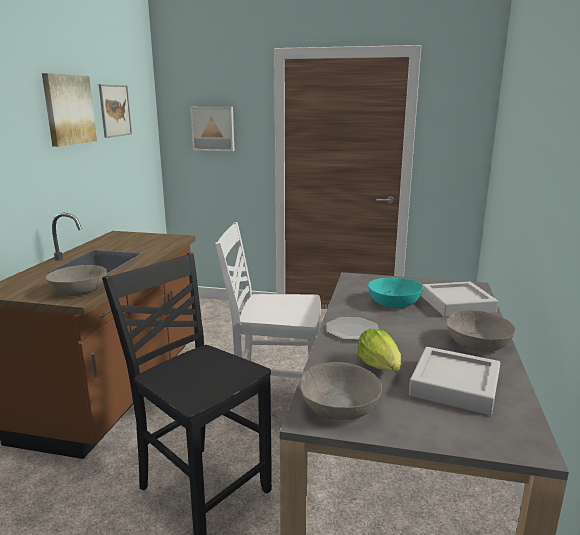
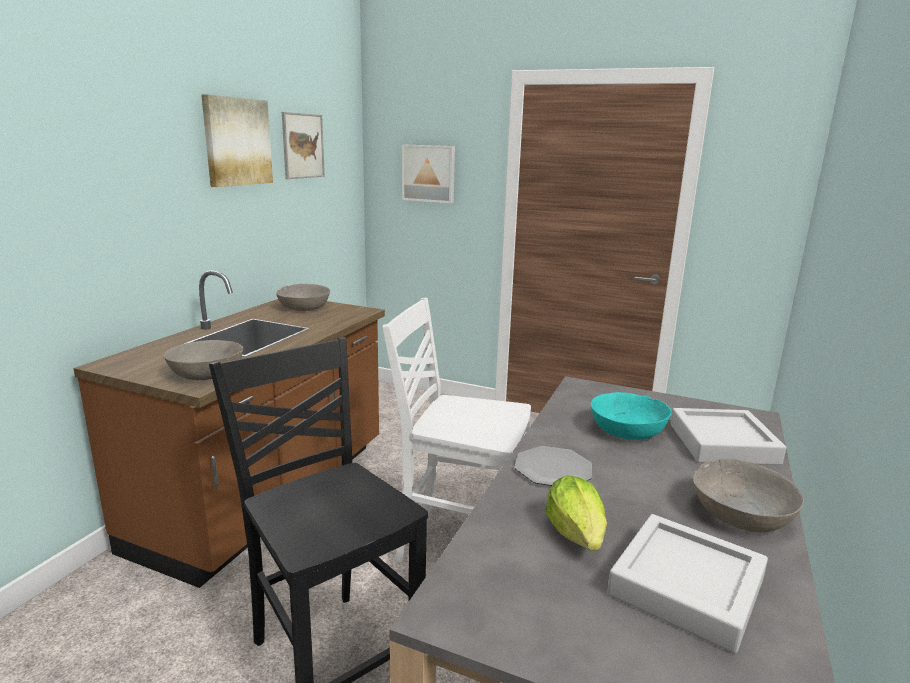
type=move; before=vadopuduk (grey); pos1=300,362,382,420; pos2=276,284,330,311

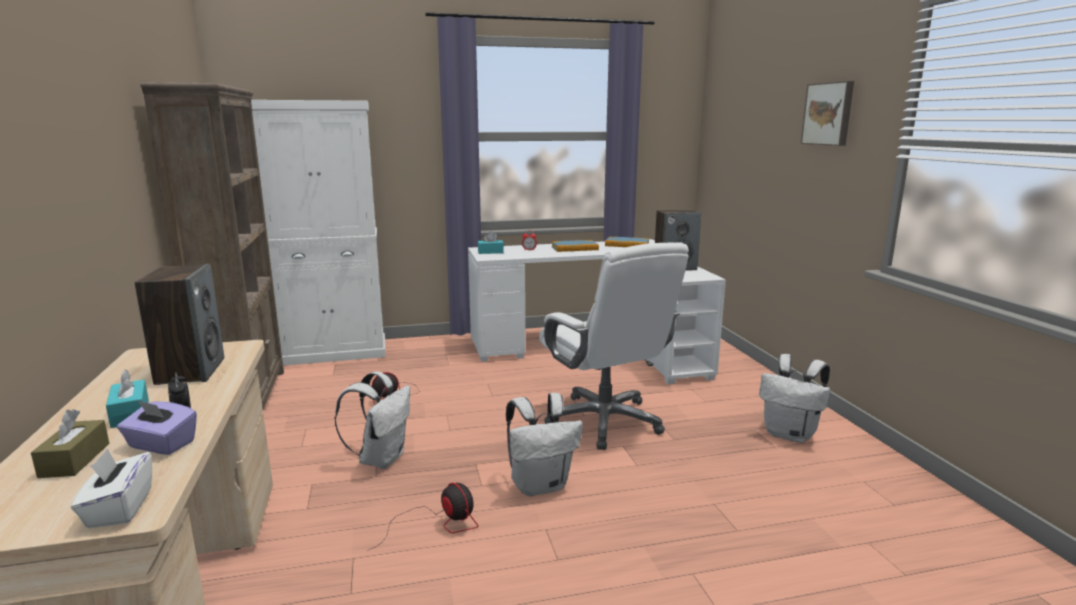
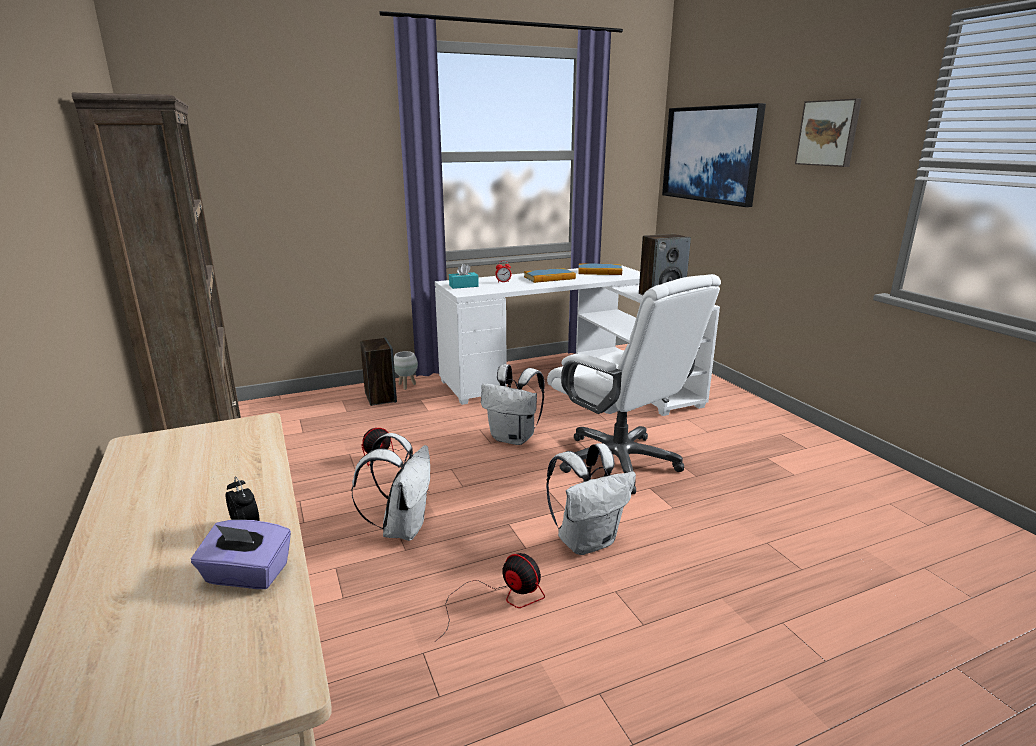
type=delete; before=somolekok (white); pos1=251,100,386,366
type=move; before=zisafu; pos1=135,264,224,385; pos2=360,337,397,406
type=move; before=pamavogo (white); pos1=759,354,830,443; pos2=481,364,545,445
type=delete; before=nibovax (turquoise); pos1=106,369,149,428
type=delete; before=nibovax (brown); pos1=31,409,109,478
type=delete; before=nibovax (white); pos1=71,449,152,528
type=insert; after=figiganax; pos2=662,103,766,207
type=insert; after=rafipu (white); pos2=394,351,418,390

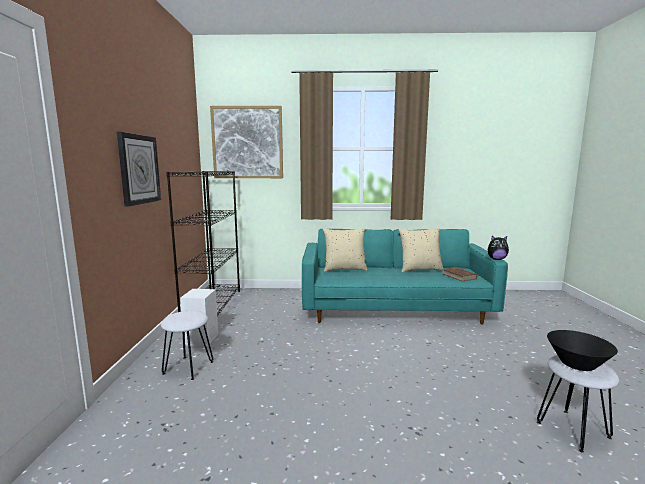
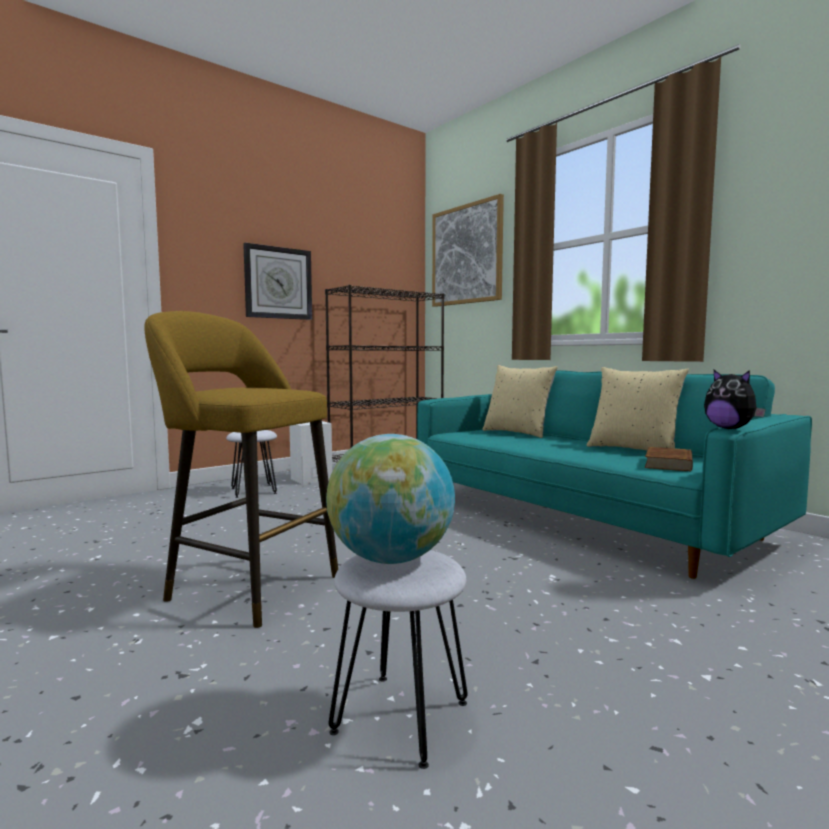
type=replace; before=vadopuduk (black); after=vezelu; pos1=547,330,618,371; pos2=326,434,455,564
type=insert; after=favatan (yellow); pos2=144,311,338,628

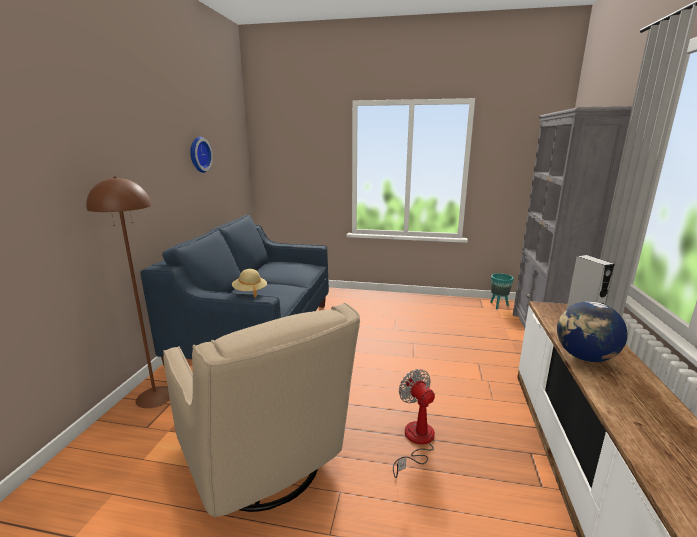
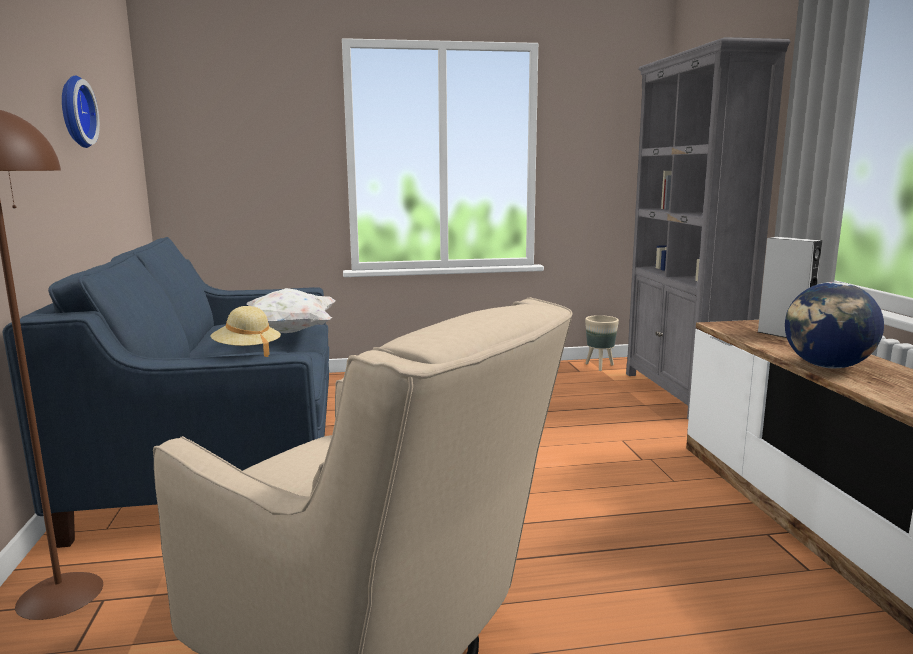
type=recolor; before=rafipu (turquoise); after=rafipu (beige); pos1=490,273,514,309; pos2=585,315,619,371
type=delete; before=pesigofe; pos1=393,369,435,478
type=insert; after=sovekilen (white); pos2=247,288,336,333

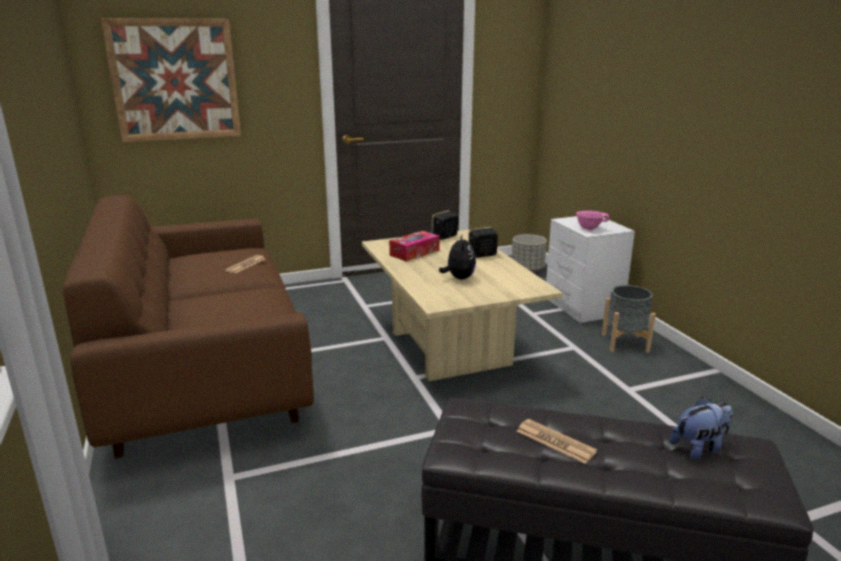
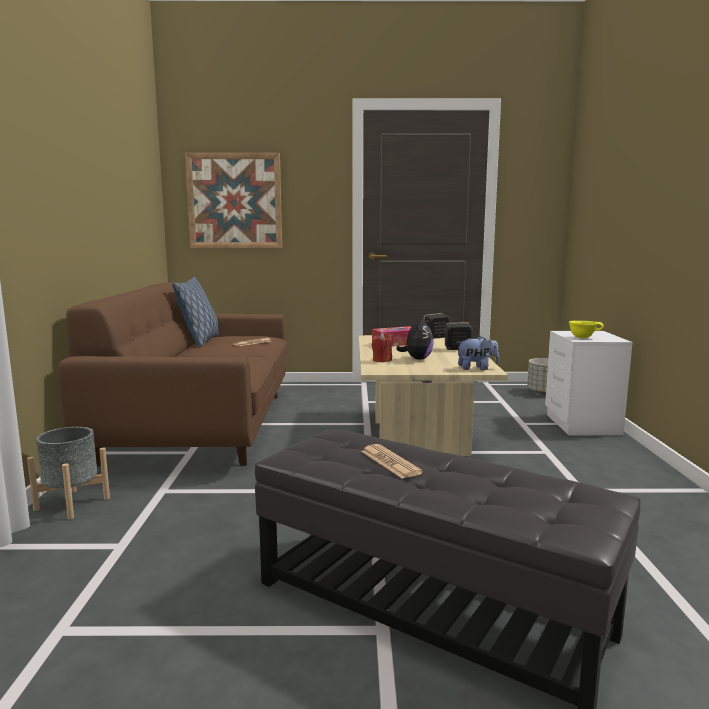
type=recolor; before=vadopuduk (pink); after=vadopuduk (yellow); pos1=576,211,609,230; pos2=569,321,604,338
type=move; before=rafipu (grey); pos1=602,285,656,353; pos2=27,427,110,519
type=move; before=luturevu; pos1=669,397,733,460; pos2=456,336,499,370
type=insert; after=sovekilen; pos2=172,277,219,347
type=insert; after=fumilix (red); pos2=372,333,392,362

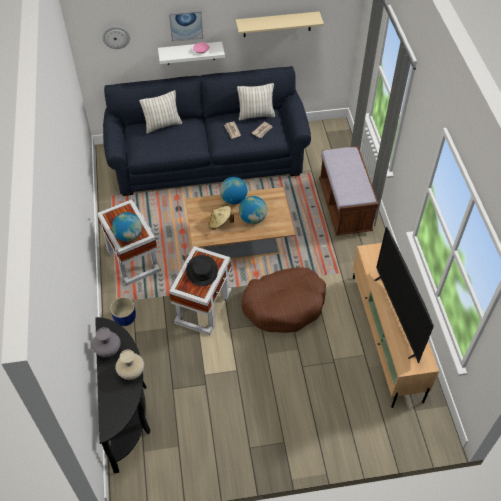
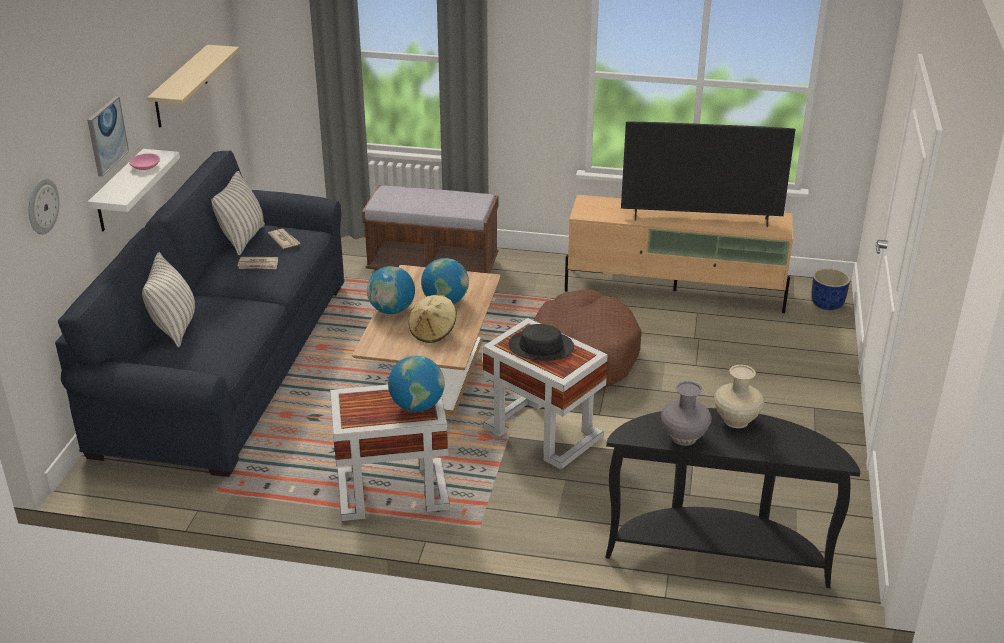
type=move; before=rafipu (blue); pos1=110,297,136,326; pos2=811,268,850,310

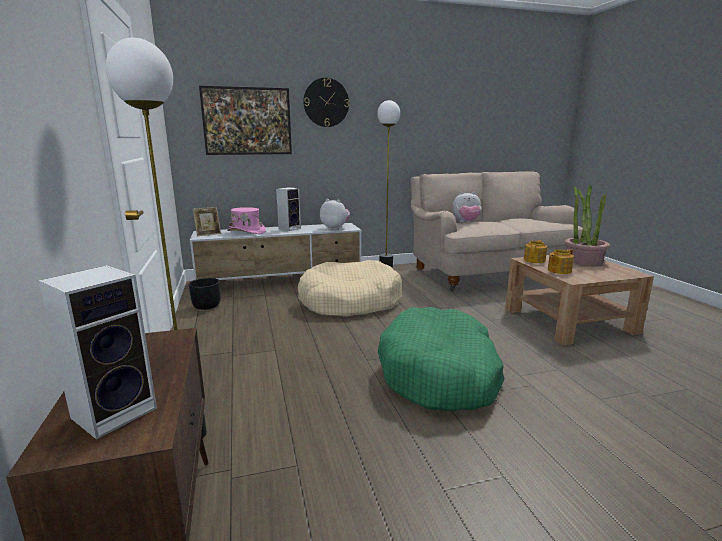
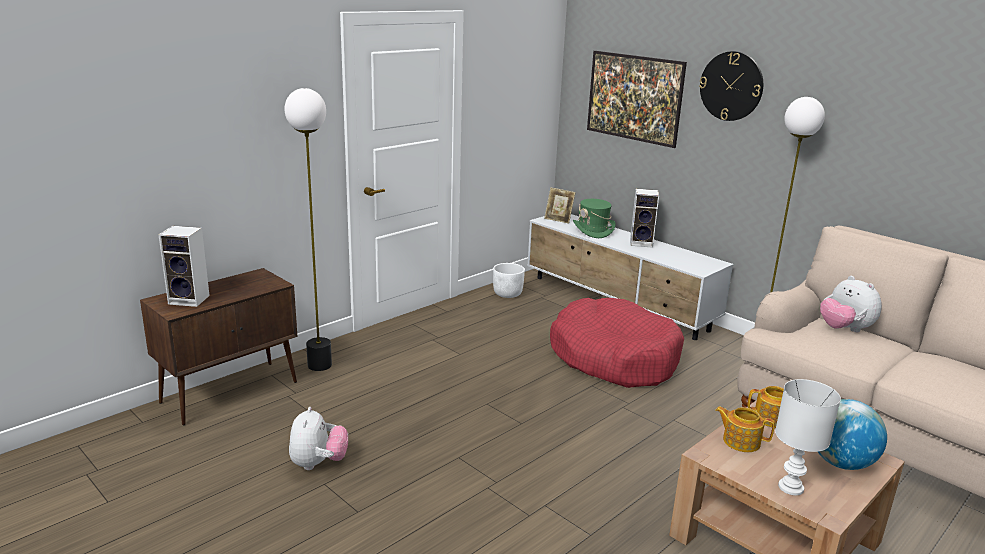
type=replace; before=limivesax; after=vezelu; pos1=565,184,610,266; pos2=818,399,887,470
type=move; before=luturevu; pos1=320,199,350,230; pos2=289,407,348,470
type=recolor; before=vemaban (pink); after=vemaban (green); pos1=227,207,266,234; pos2=573,199,616,238
type=recolor; before=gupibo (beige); after=gupibo (red); pos1=298,260,402,317; pos2=550,298,684,388
type=recolor; before=rafipu (black); after=rafipu (white); pos1=189,278,220,310; pos2=493,263,525,298
type=delete; before=gupibo (green); pos1=378,307,504,411
type=insert; after=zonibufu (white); pos2=775,379,841,495

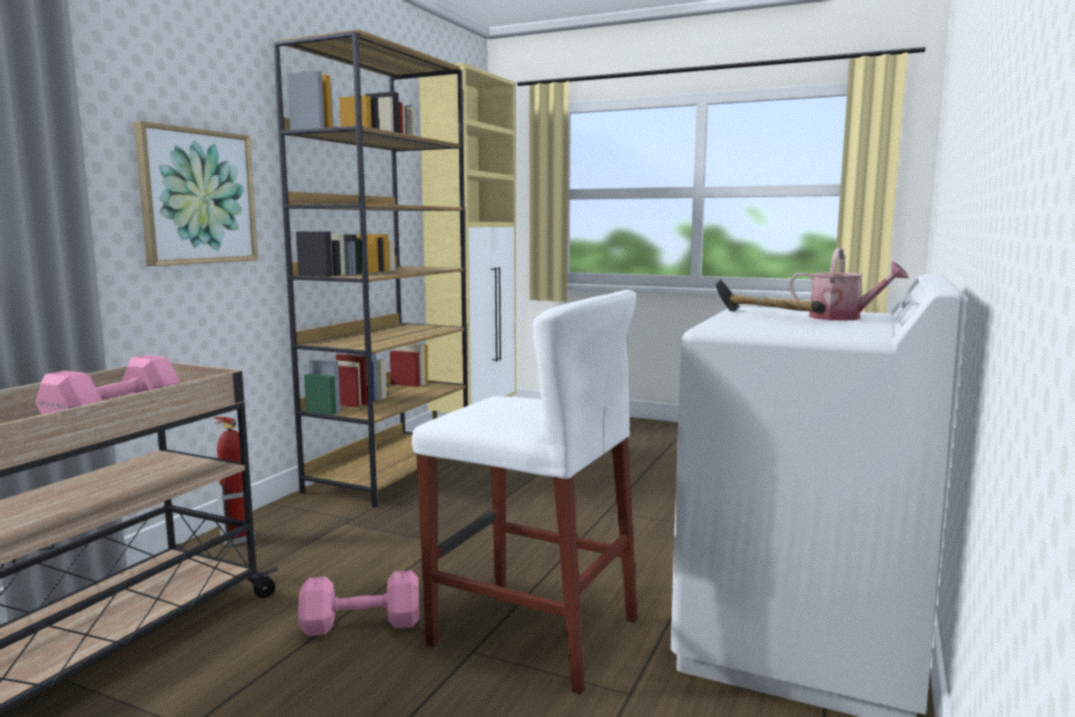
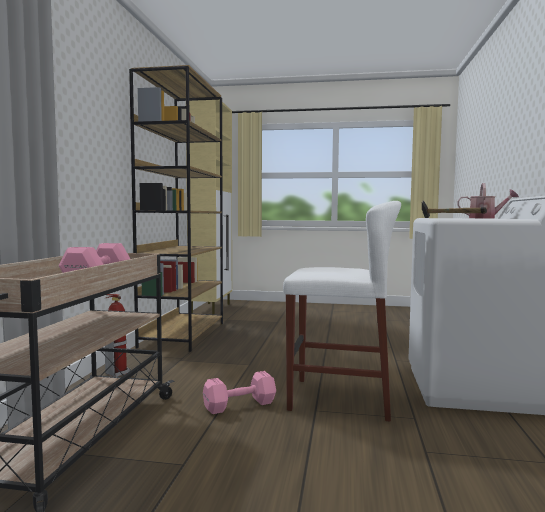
type=delete; before=figiganax; pos1=134,121,258,266

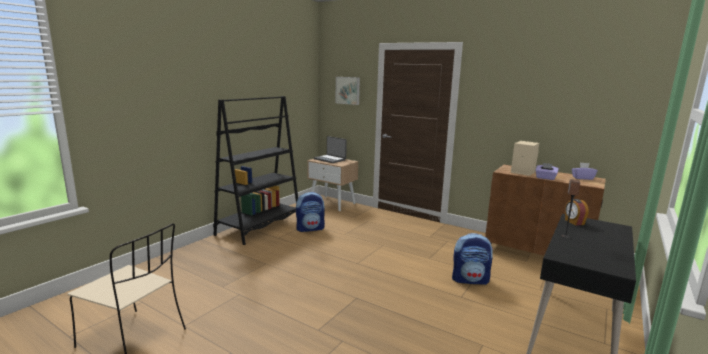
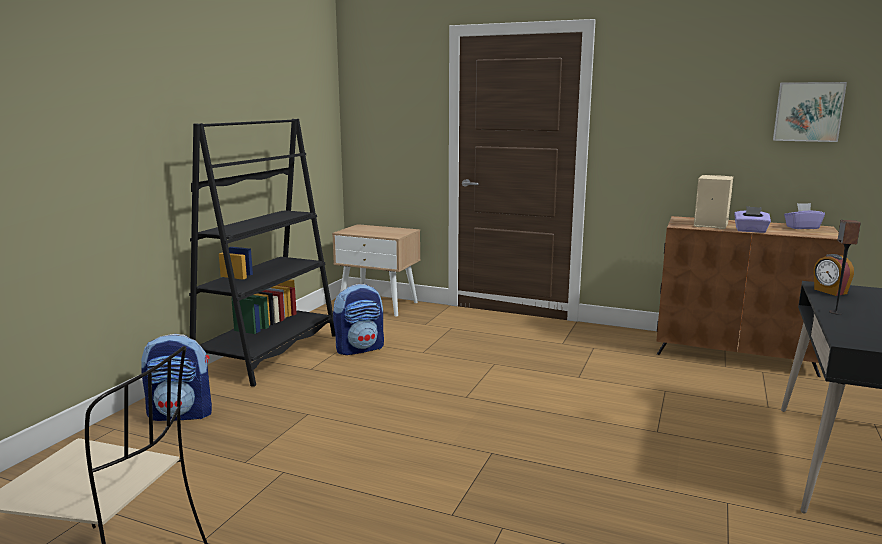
type=move; before=figiganax; pos1=335,77,360,105; pos2=773,82,847,142
type=delete; before=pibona; pos1=314,136,347,163
type=move; before=pamavogo; pos1=452,233,493,285; pos2=141,334,212,421

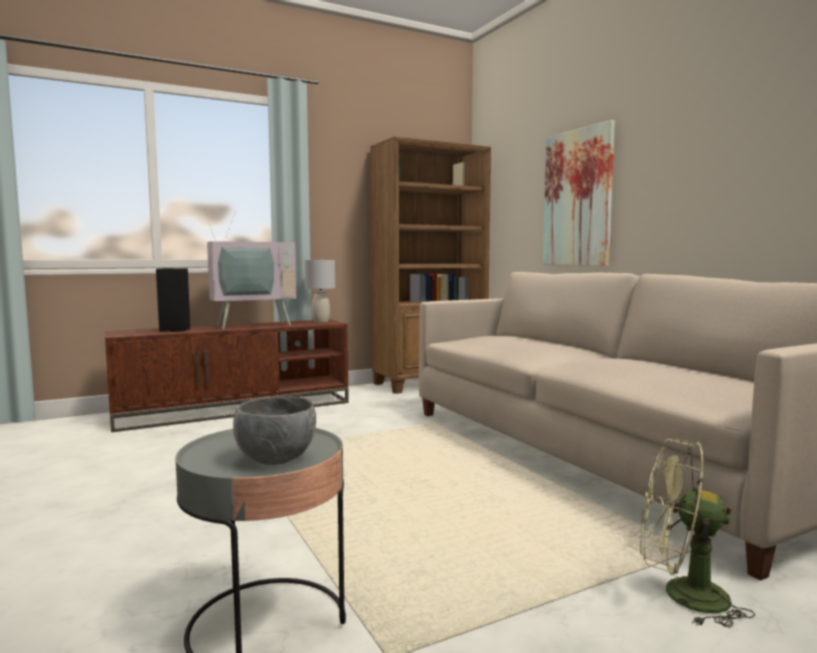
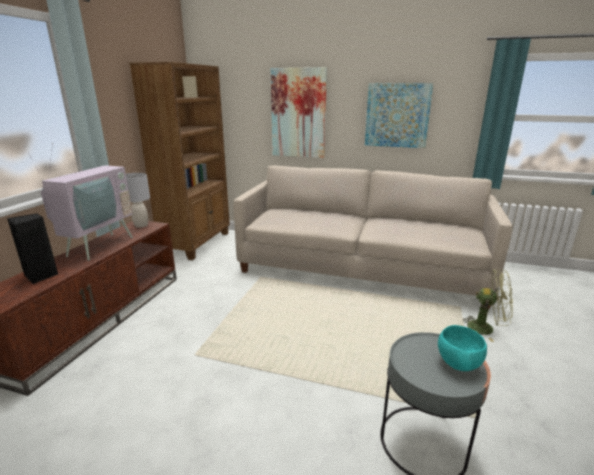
type=recolor; before=vadopuduk (grey); after=vadopuduk (turquoise); pos1=233,397,316,465; pos2=438,325,487,371
type=rotate; before=pesigofe (green); pos1=640,439,755,628; pos2=463,269,513,342; turn=-135
type=insert; after=figiganax; pos2=365,83,433,148

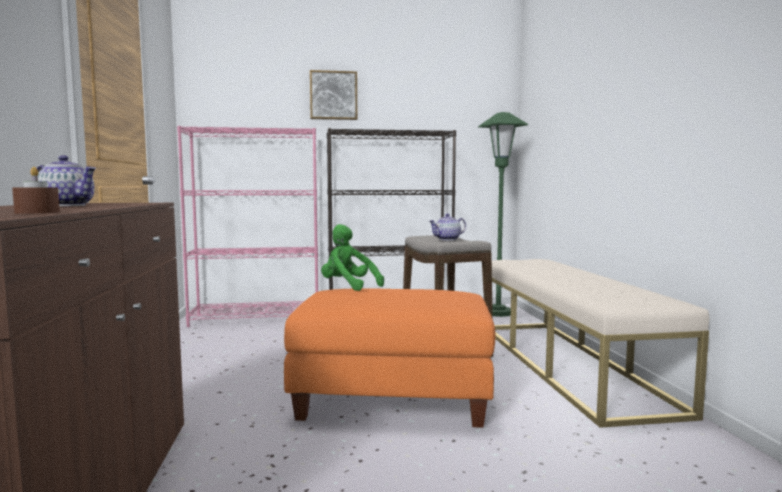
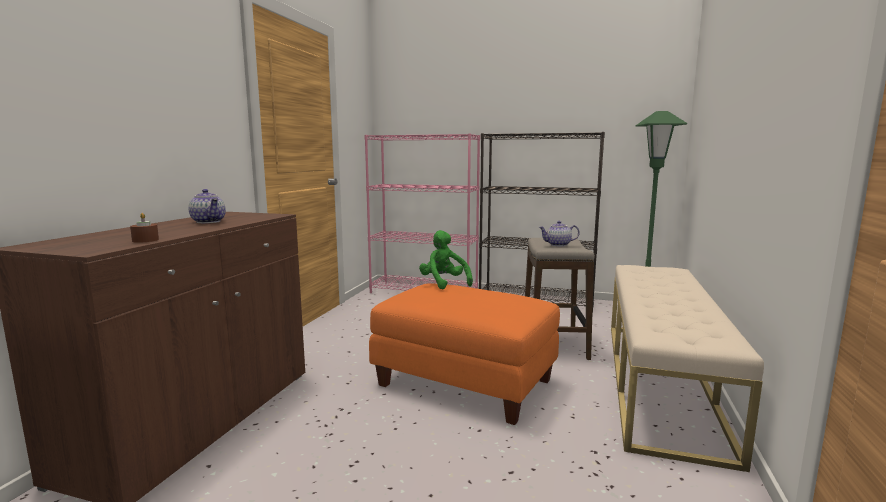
type=delete; before=figiganax; pos1=310,70,357,120

